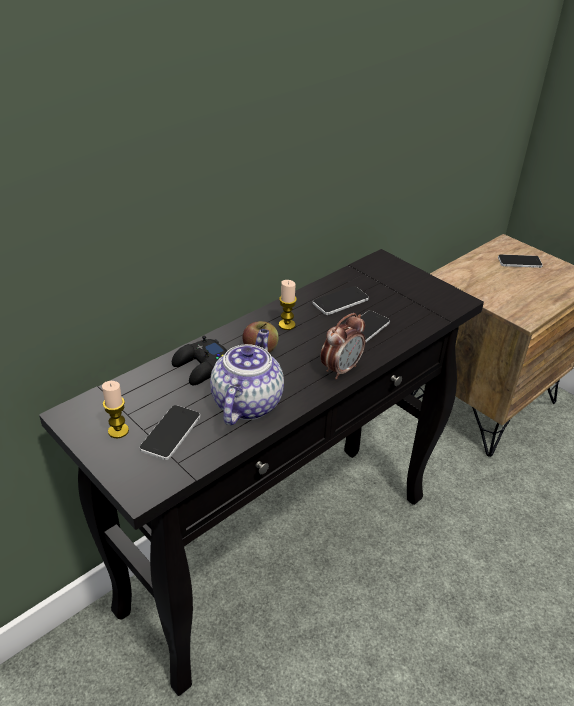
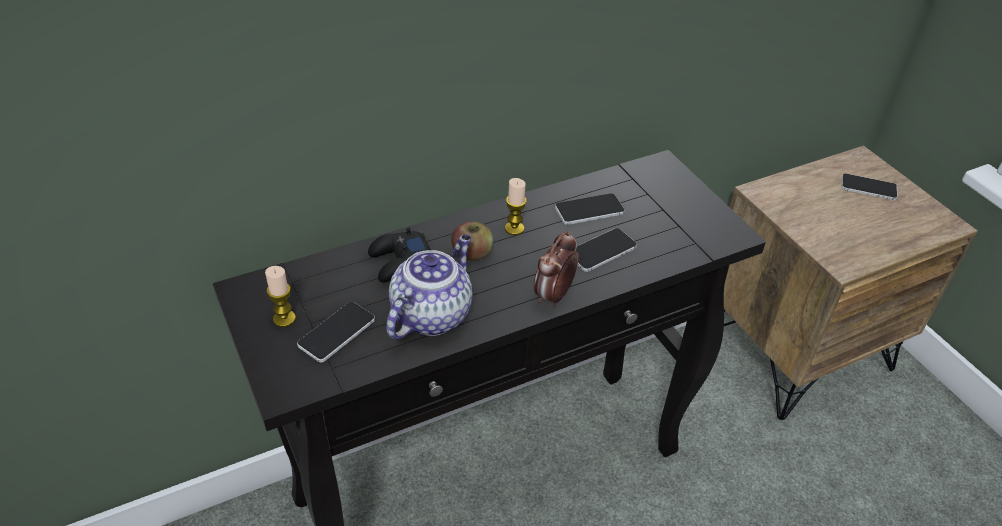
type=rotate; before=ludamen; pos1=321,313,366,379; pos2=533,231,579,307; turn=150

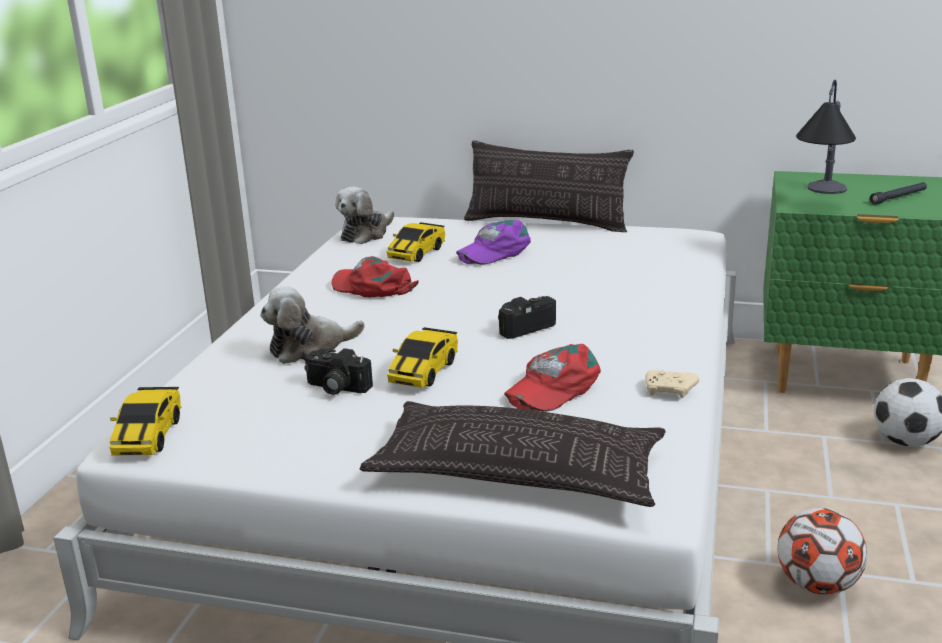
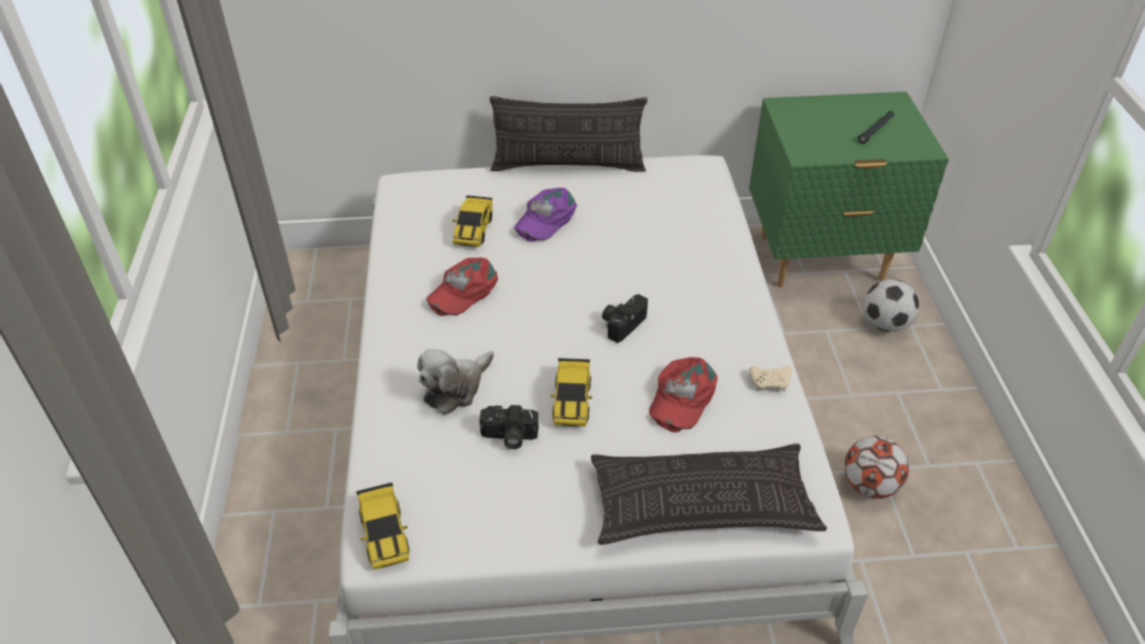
type=delete; before=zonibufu; pos1=796,80,856,194
type=delete; before=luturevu; pos1=335,187,394,244
type=rotate; before=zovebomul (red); pos1=332,256,419,298; pos2=426,258,498,316; turn=-60

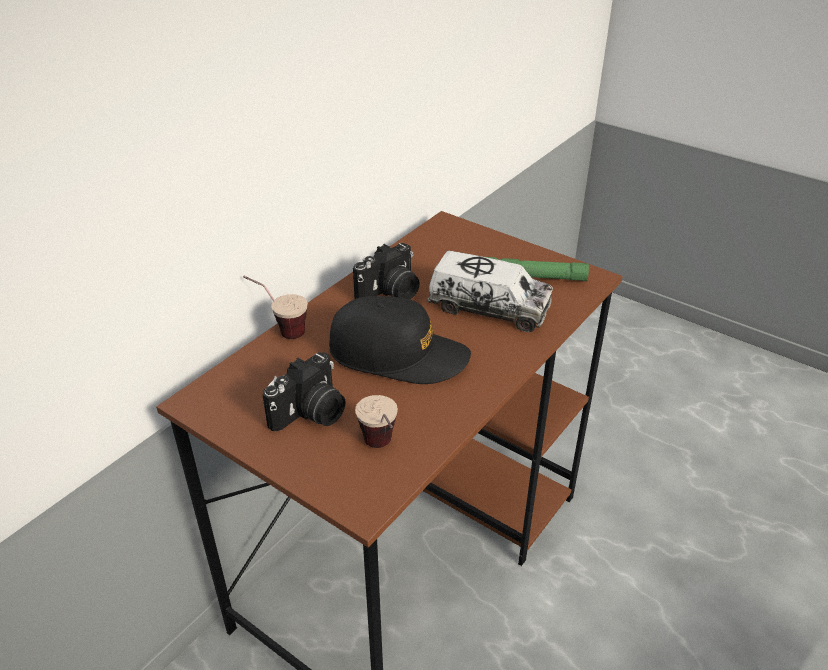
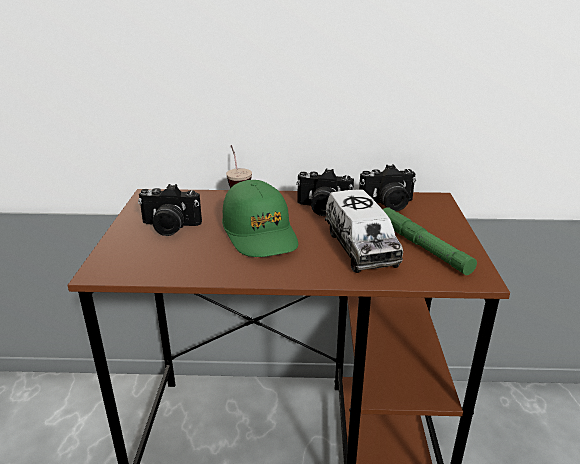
type=recolor; before=zovebomul (black); after=zovebomul (green); pos1=329,296,471,384; pos2=222,180,298,257
type=delete; before=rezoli; pos1=355,395,398,448
type=insert; after=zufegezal; pos2=359,164,416,211

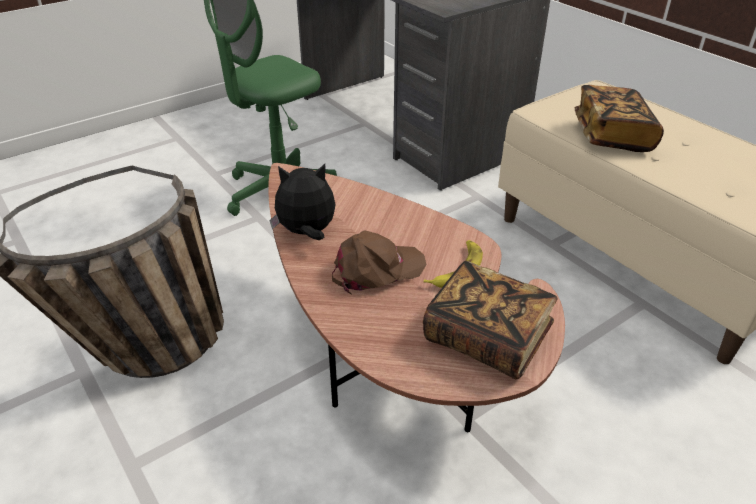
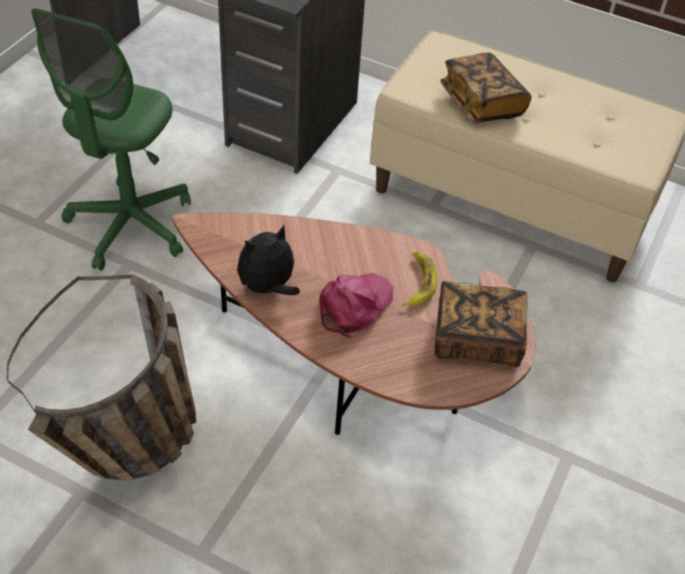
type=recolor; before=zovebomul (brown); after=zovebomul (pink); pos1=332,230,427,294; pos2=319,273,393,337

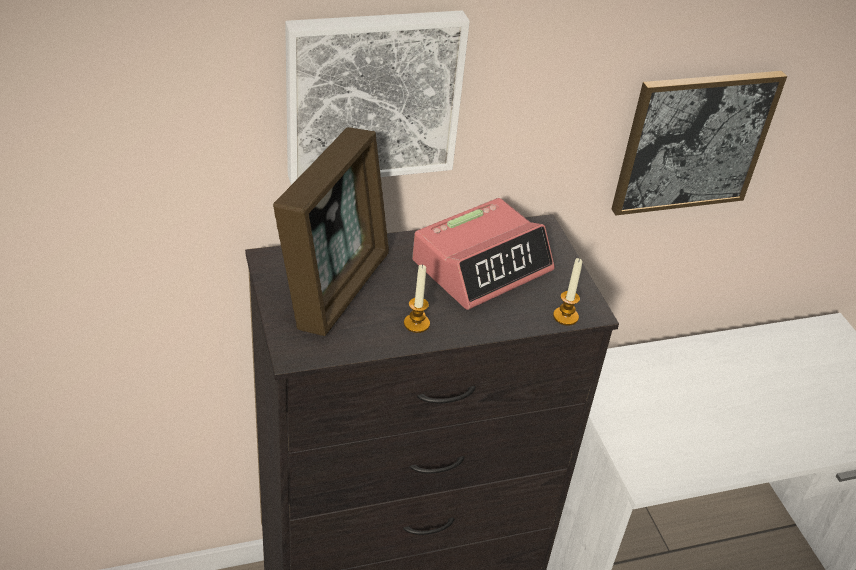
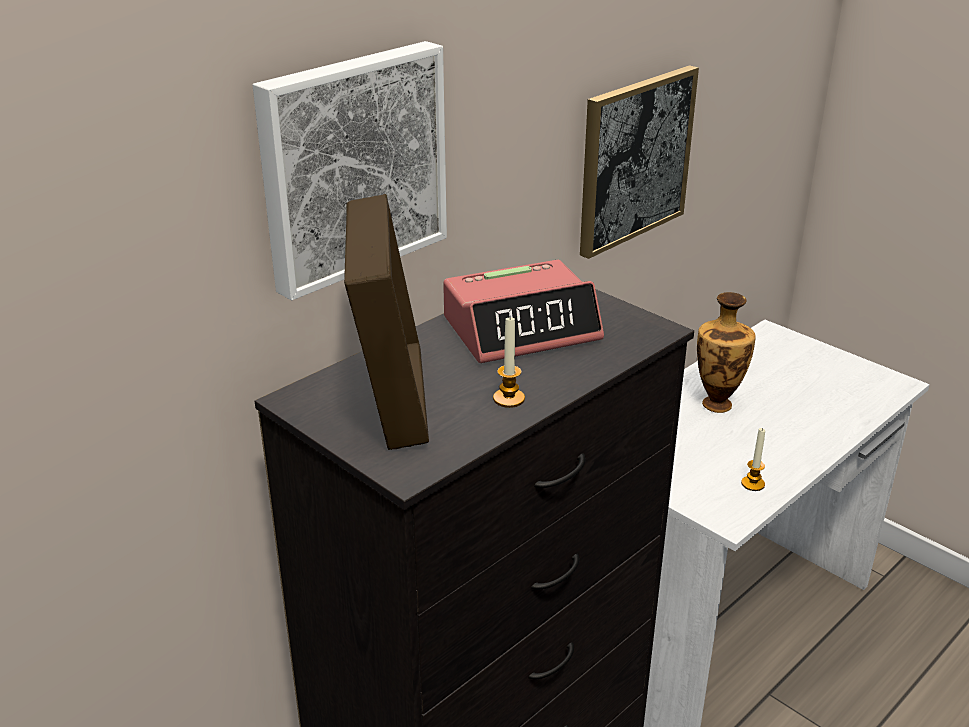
type=rotate; before=ludamen; pos1=412,198,554,310; pos2=443,260,604,363; turn=45
type=move; before=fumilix; pos1=553,258,582,326; pos2=741,428,765,491
type=insert; after=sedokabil; pos2=697,292,756,413

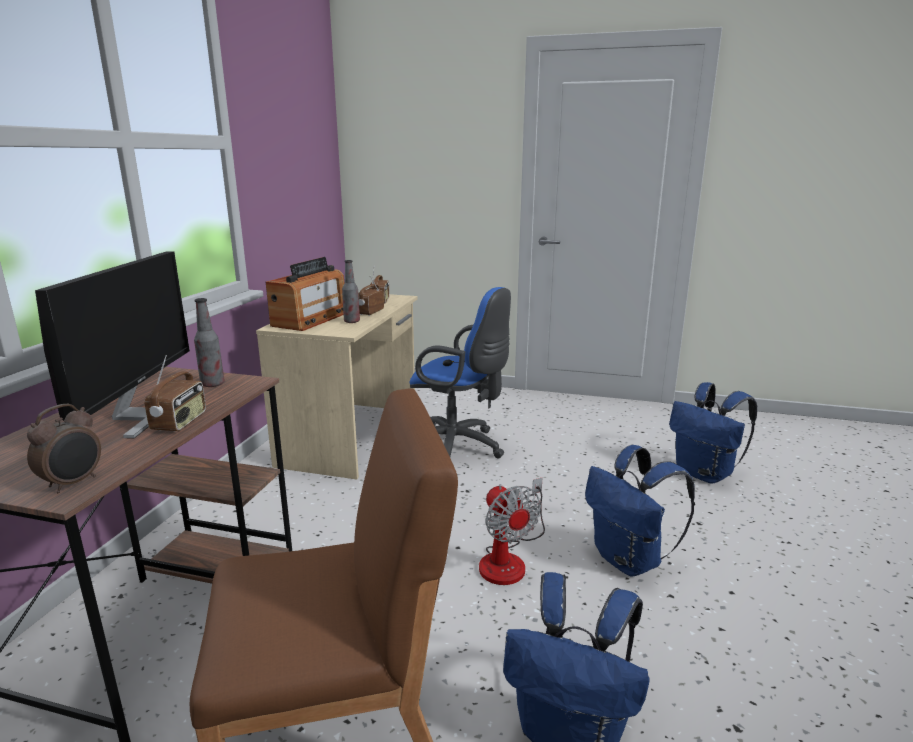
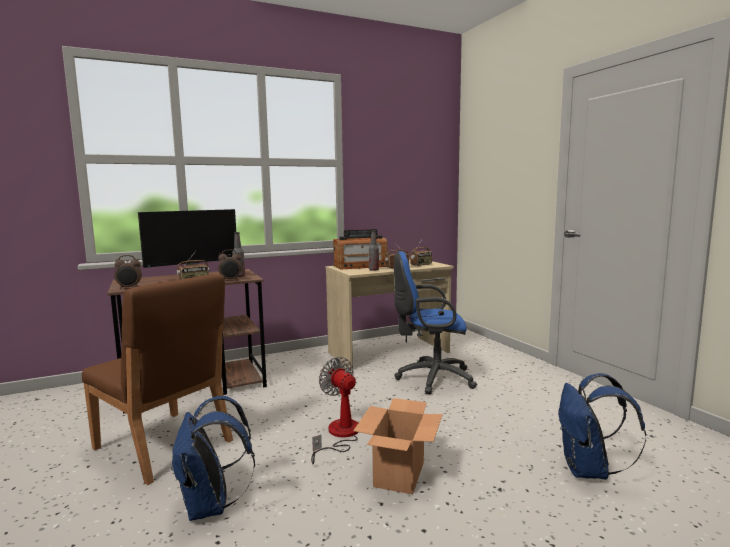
type=rotate; before=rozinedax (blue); pos1=410,287,511,459; pos2=394,251,477,394; turn=105
type=replace; before=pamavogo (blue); after=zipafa; pos1=585,445,695,577; pos2=353,398,443,494
type=rotate; before=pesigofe; pos1=479,478,545,585; pos2=311,357,359,464; turn=120
type=insert; after=ludamen; pos2=218,250,241,280

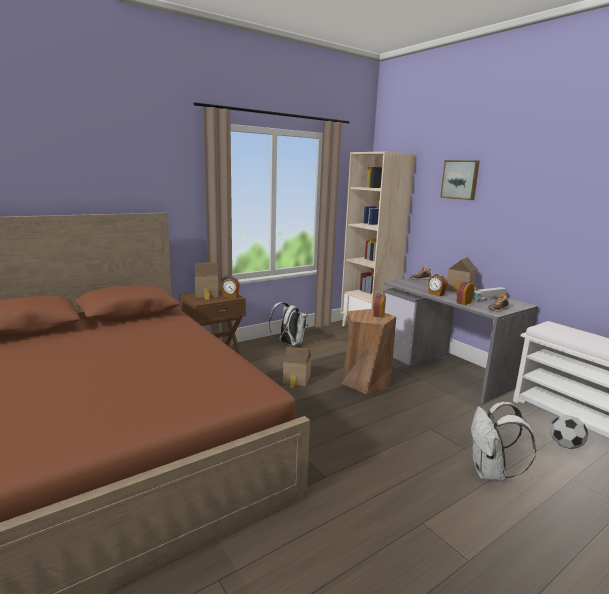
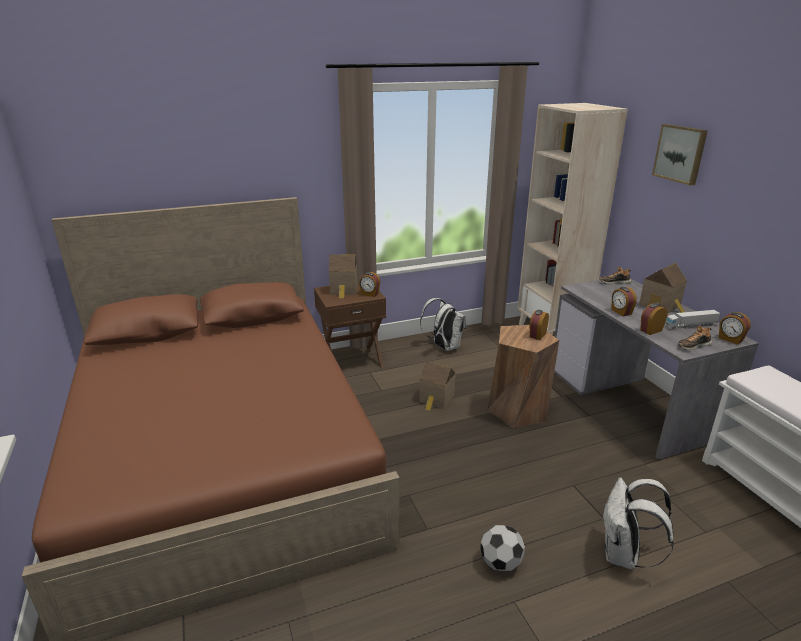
type=move; before=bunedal; pos1=550,415,588,449; pos2=480,525,525,571
type=insert; after=ludamen; pos2=719,312,751,345

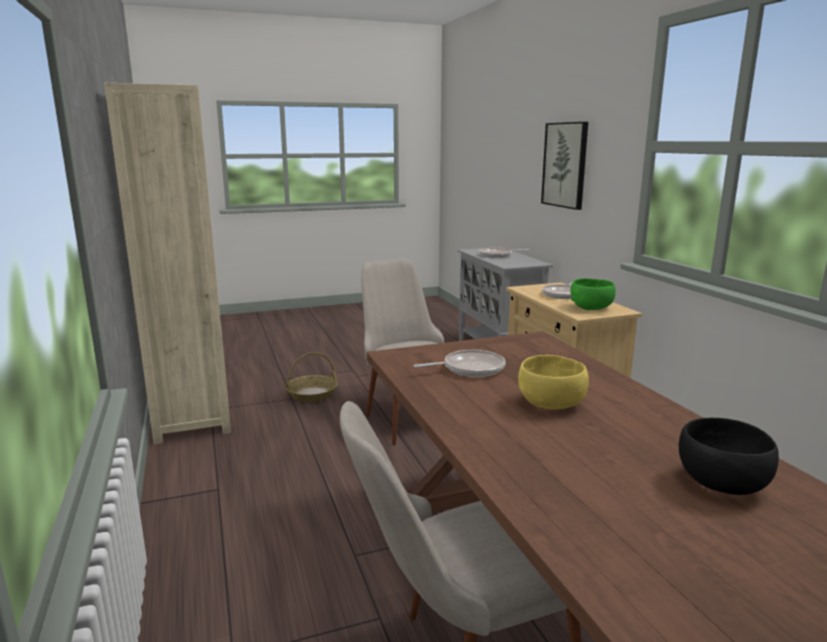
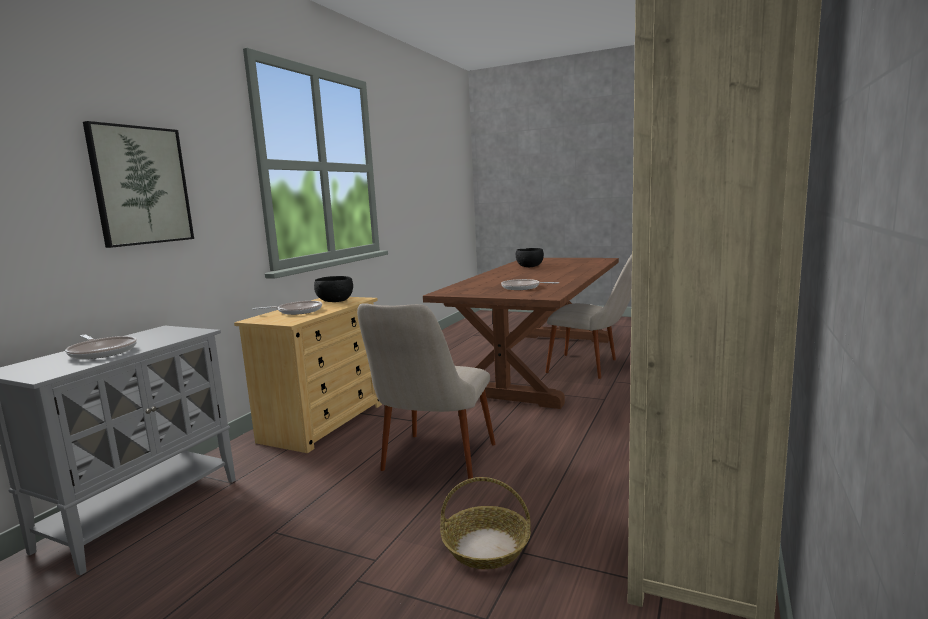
type=recolor; before=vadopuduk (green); after=vadopuduk (black); pos1=571,278,616,310; pos2=314,276,353,302
type=delete; before=vadopuduk (yellow); pos1=518,355,589,410

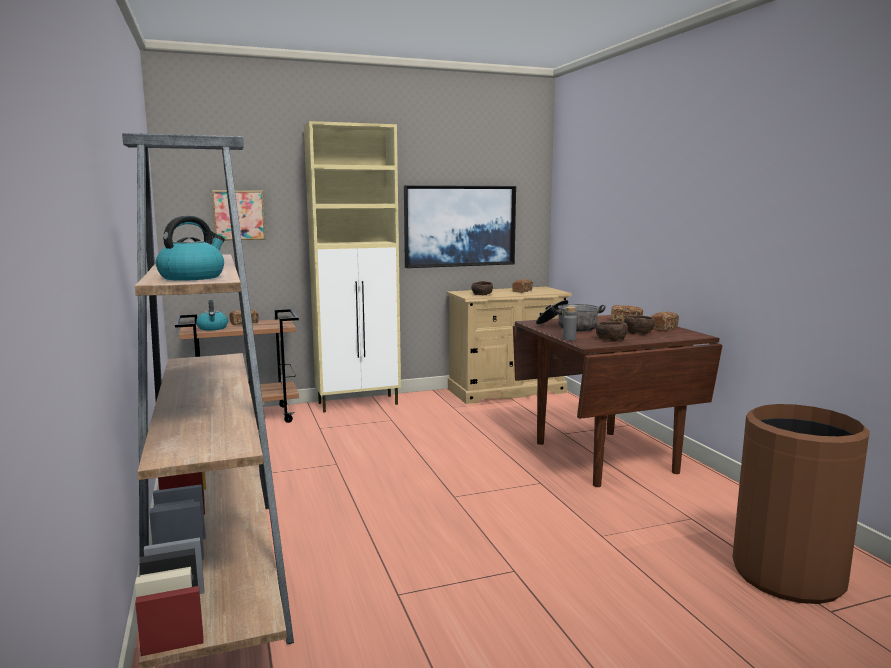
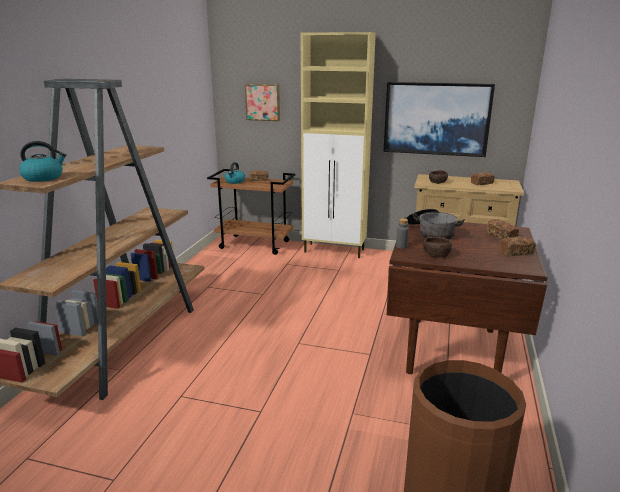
type=delete; before=vadopuduk (brown); pos1=624,315,655,334

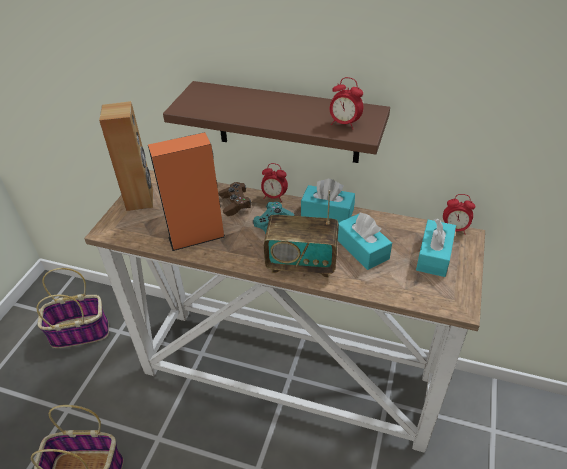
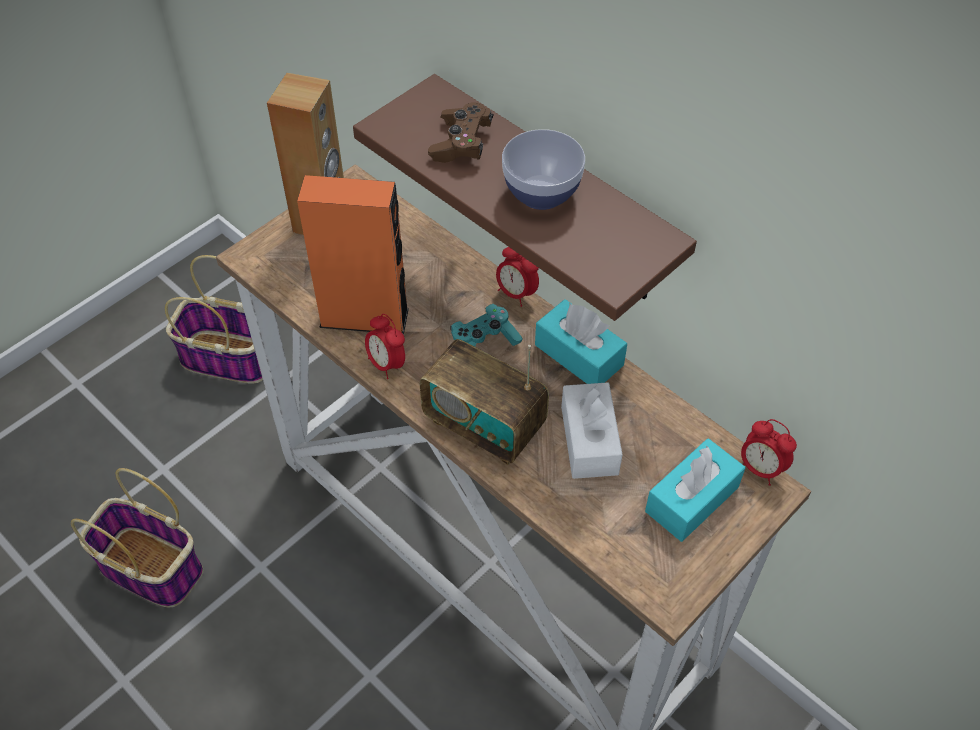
type=move; before=ludamen; pos1=330,77,363,130; pos2=365,314,405,379
type=move; before=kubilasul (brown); pos1=218,182,251,216; pos2=428,102,493,163
type=recolor; before=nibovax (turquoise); after=nibovax (white); pos1=338,212,392,270; pos2=561,382,623,479
type=insert; after=vadopuduk; pos2=502,129,585,210

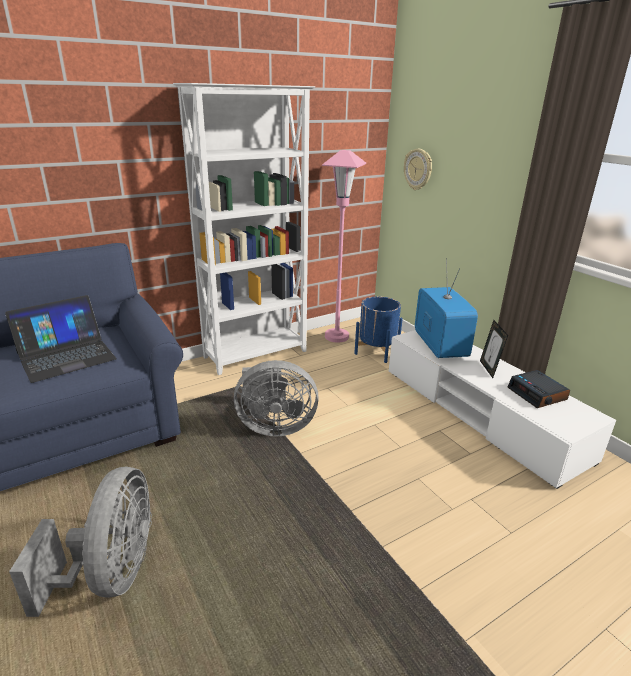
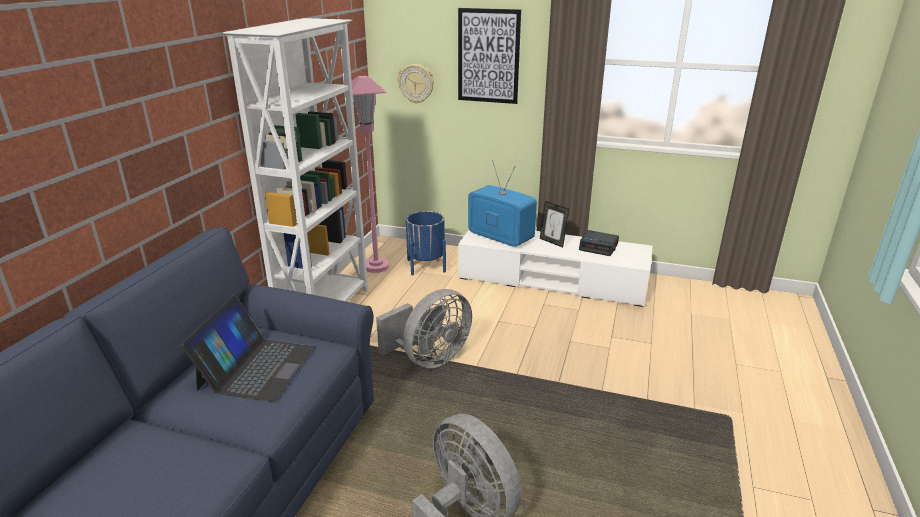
type=insert; after=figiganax; pos2=458,8,521,104

